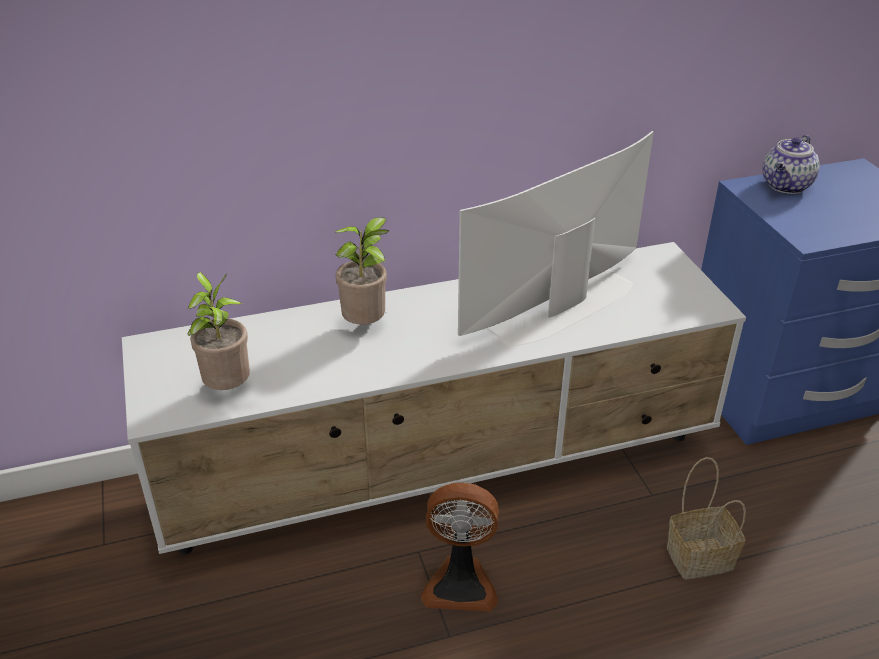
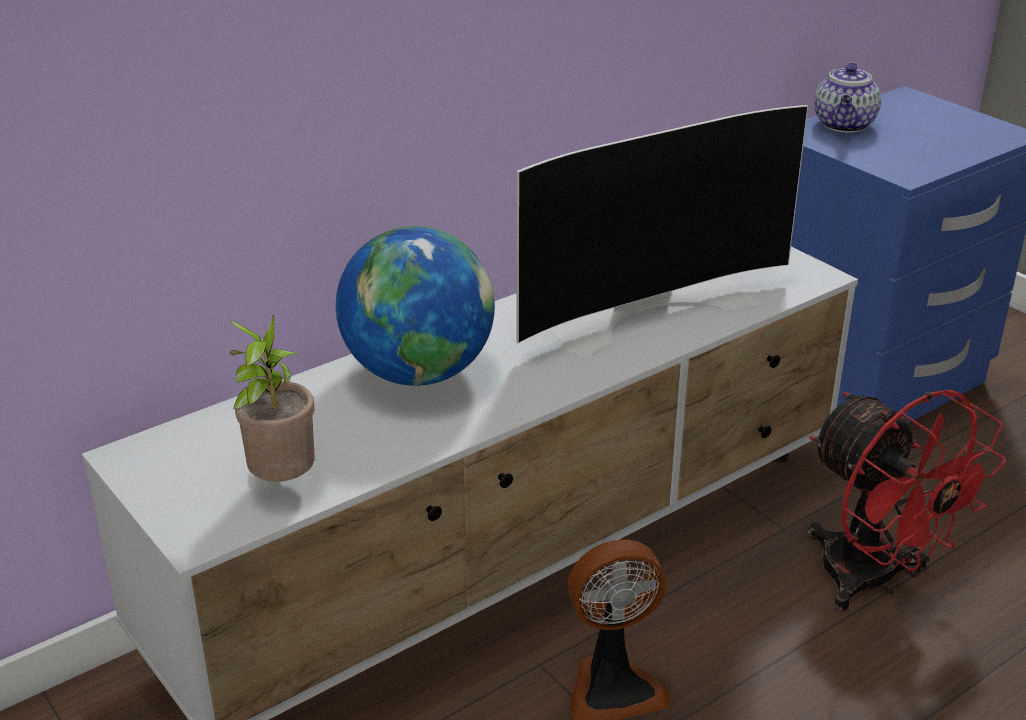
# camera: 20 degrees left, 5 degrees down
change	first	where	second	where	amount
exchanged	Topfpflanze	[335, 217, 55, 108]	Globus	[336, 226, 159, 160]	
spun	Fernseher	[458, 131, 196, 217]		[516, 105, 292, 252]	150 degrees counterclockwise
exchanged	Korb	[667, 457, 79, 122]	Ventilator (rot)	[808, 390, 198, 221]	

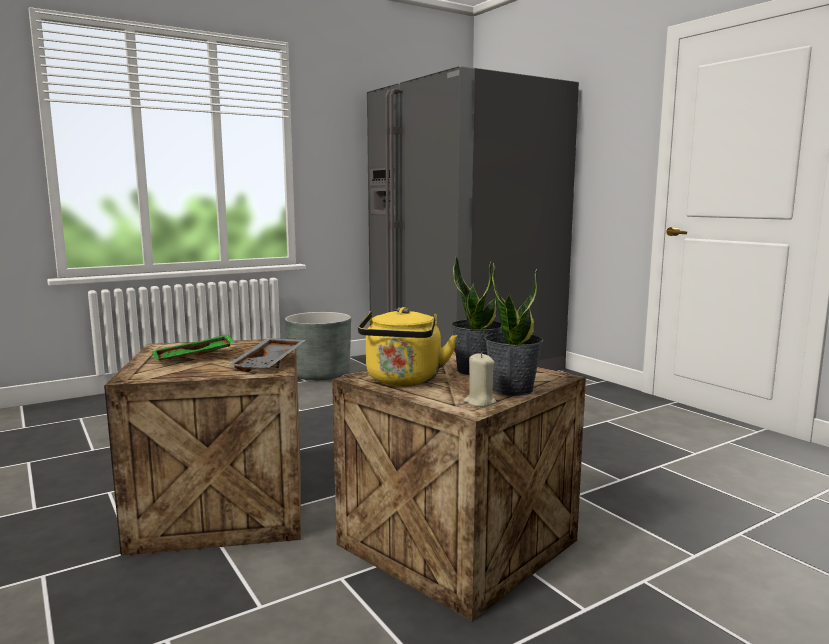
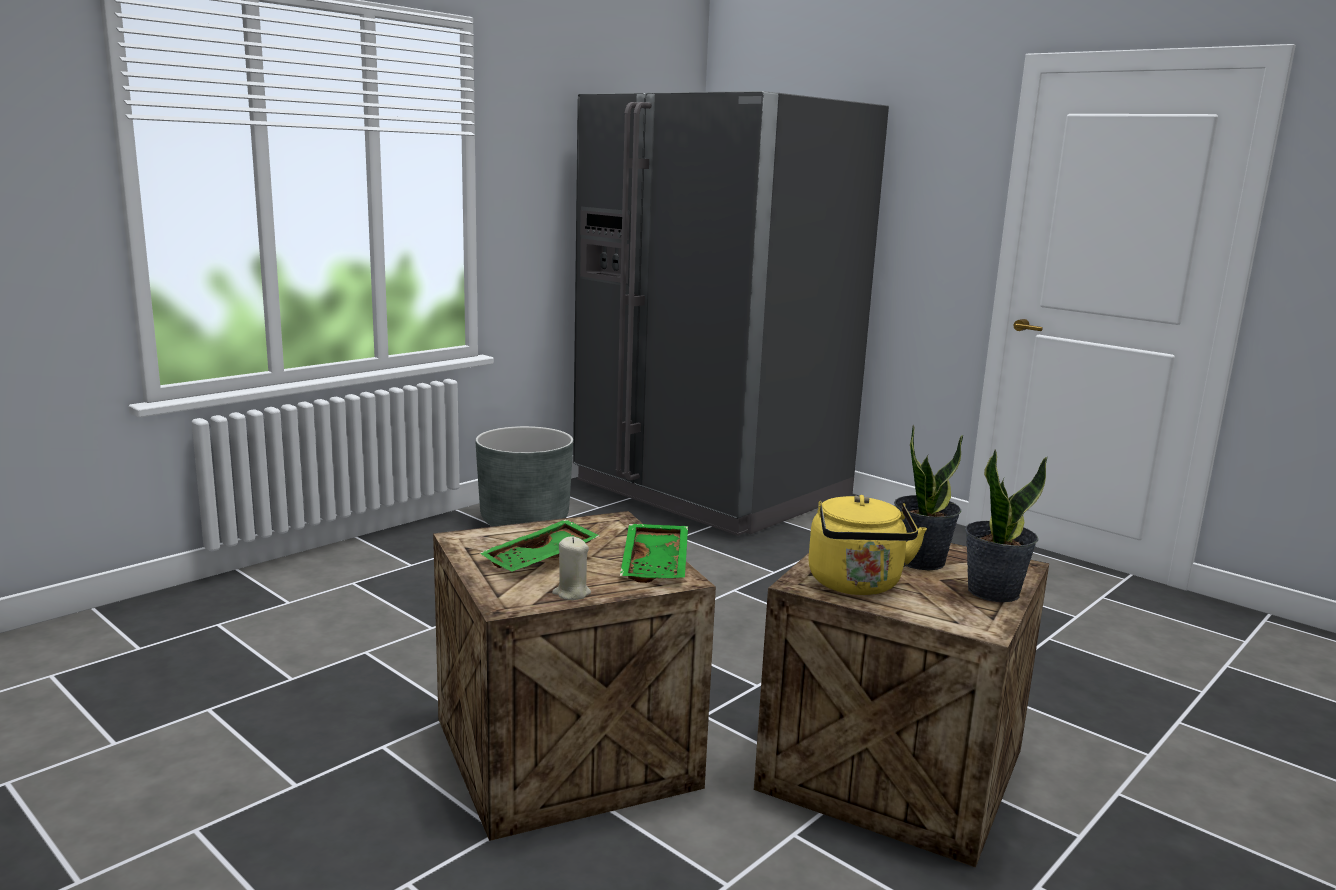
# camera: 15 degrees left, 5 degrees up
change	first	where	second	where	amount
colour	Tablett (grau)	[227, 338, 79, 34]	Tablett (grün)	[620, 524, 68, 59]	
relocated	Kerze (beige)	[463, 353, 34, 54]		[552, 536, 39, 64]	

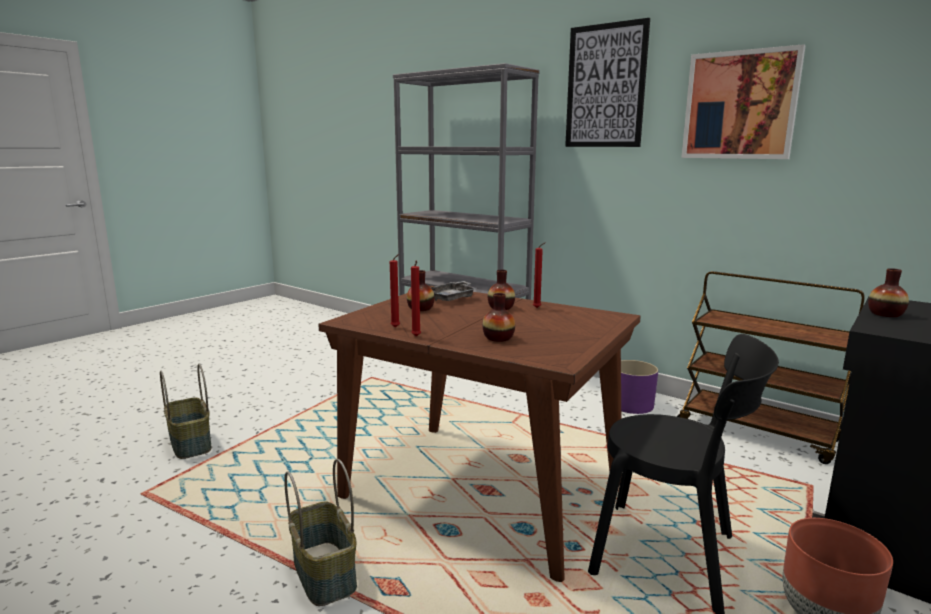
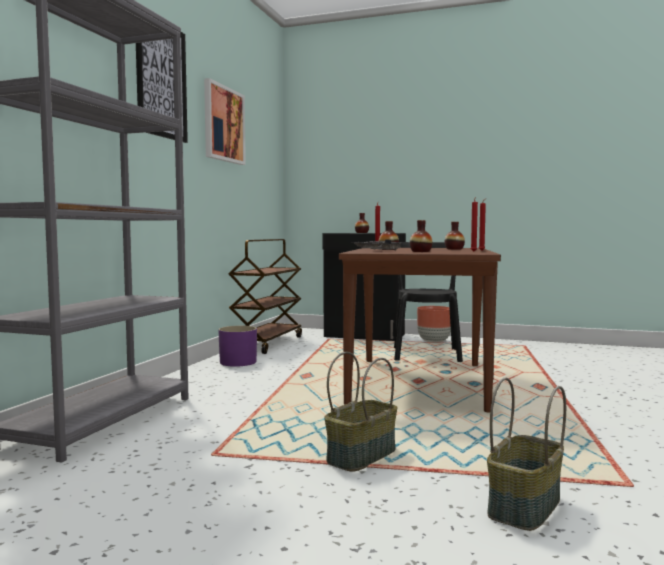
# camera: 110 degrees left, 10 degrees down
change	first	where	second	where	amount
relocated	Korb	[284, 459, 73, 147]		[324, 352, 74, 120]	

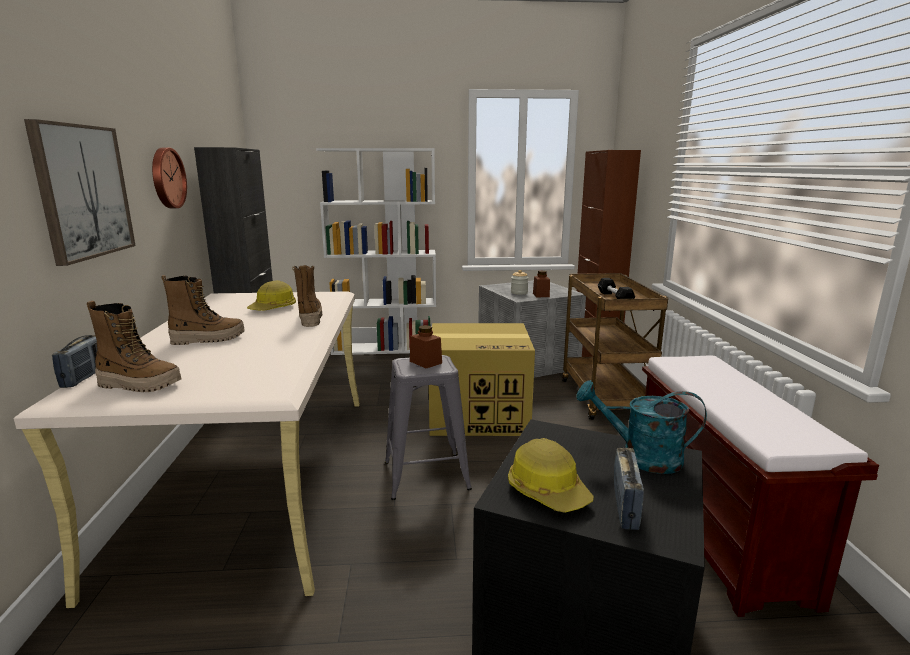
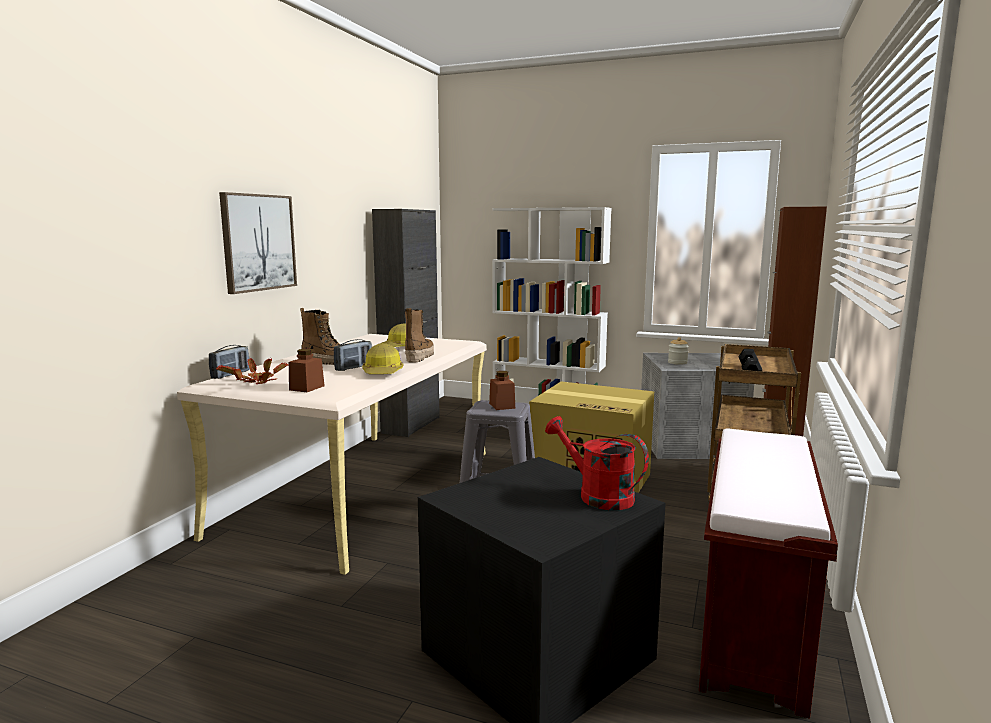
# camera: 25 degrees right, 5 degrees down
change	first	where	second	where	amount
exchanged	Stiefel	[87, 301, 95, 91]	Topfpflanze	[216, 358, 73, 26]	
missing	Wanduhr	[152, 148, 35, 60]			
relocated	Schutzhelm	[508, 438, 85, 75]		[362, 343, 41, 31]	
relocated	Vorratsglas (braun)	[533, 271, 17, 26]		[289, 349, 36, 43]	
colour	Gießkanne (türkis)	[576, 380, 131, 94]	Gießkanne (rot)	[545, 416, 104, 94]	
relocated	Radio	[614, 448, 30, 82]		[334, 339, 38, 32]	

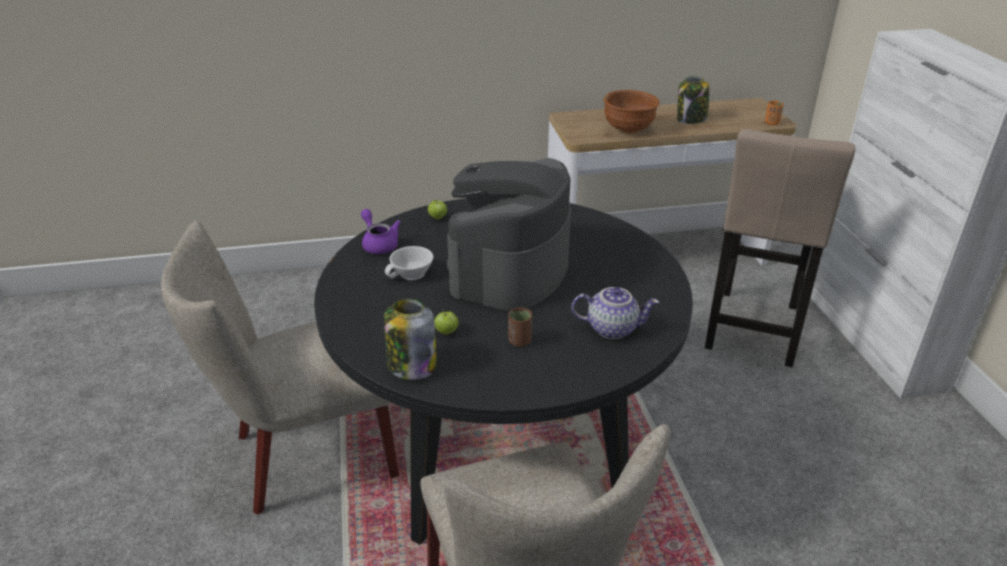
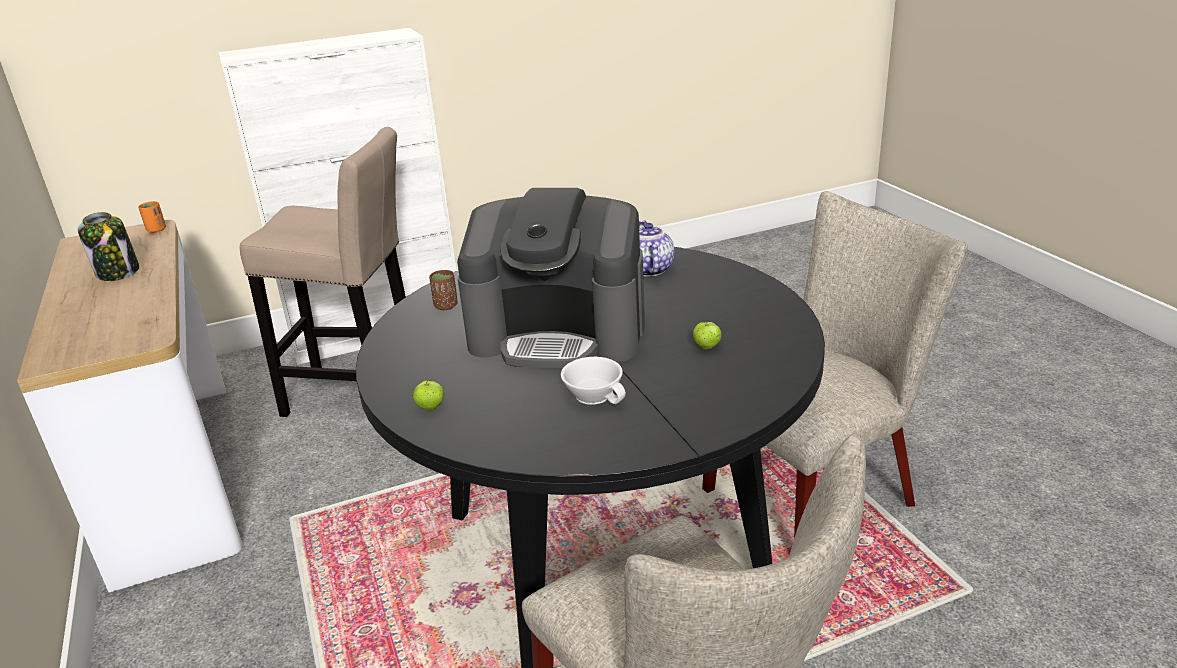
# camera: 100 degrees left, 5 degrees down
change	first	where	second	where	amount
missing	Teekanne (lila)	[361, 209, 40, 45]			
missing	Vorratsglas	[384, 299, 53, 81]			
relocated	Tasse (braun)	[508, 307, 24, 40]		[429, 270, 29, 40]	
missing	Schüssel (braun)	[603, 90, 57, 44]			

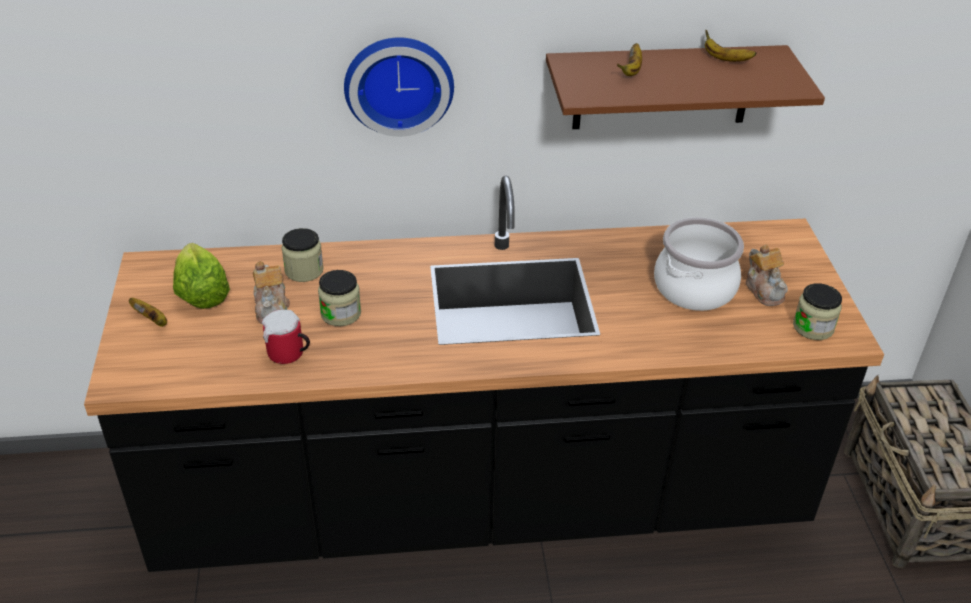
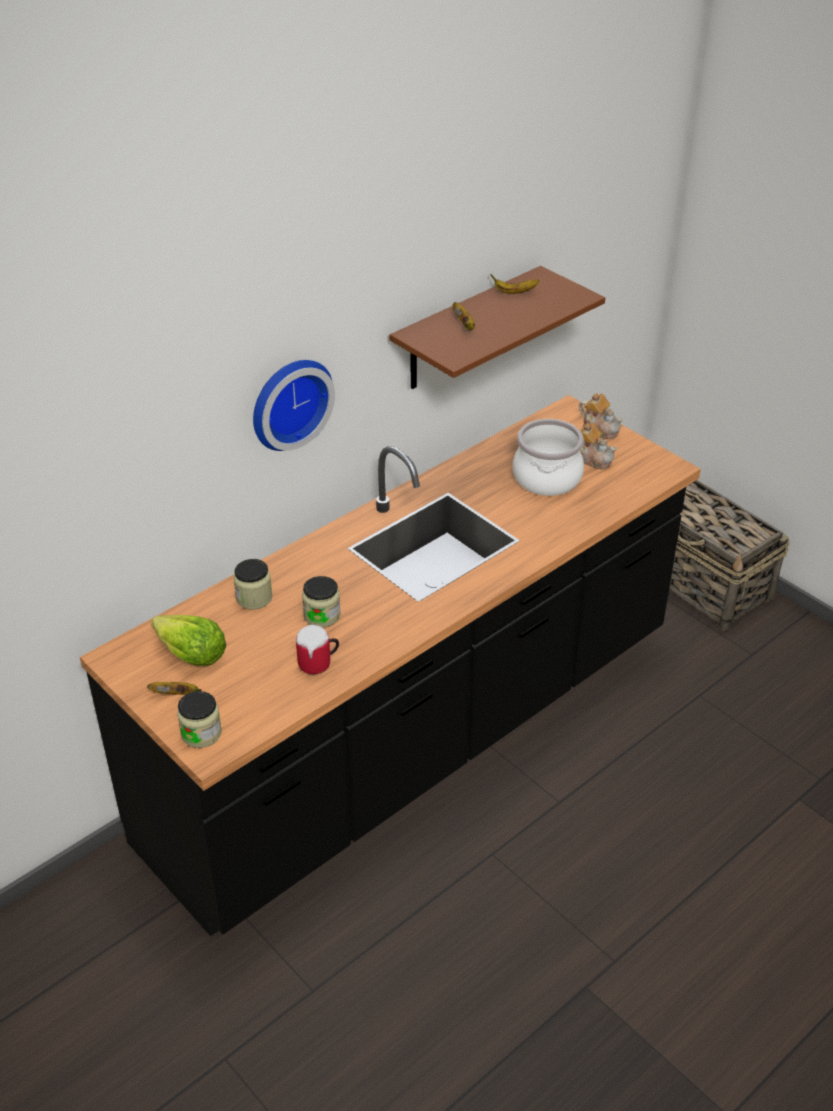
# camera: 35 degrees left, 0 degrees up
change	first	where	second	where	amount
relocated	Teekanne	[253, 261, 37, 64]		[579, 393, 44, 46]	
relocated	Vorratsglas	[793, 283, 49, 57]		[177, 691, 45, 57]	

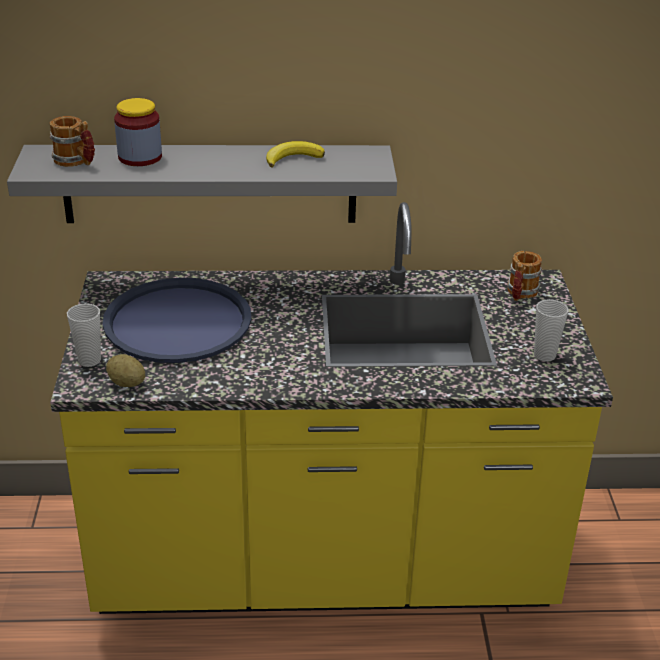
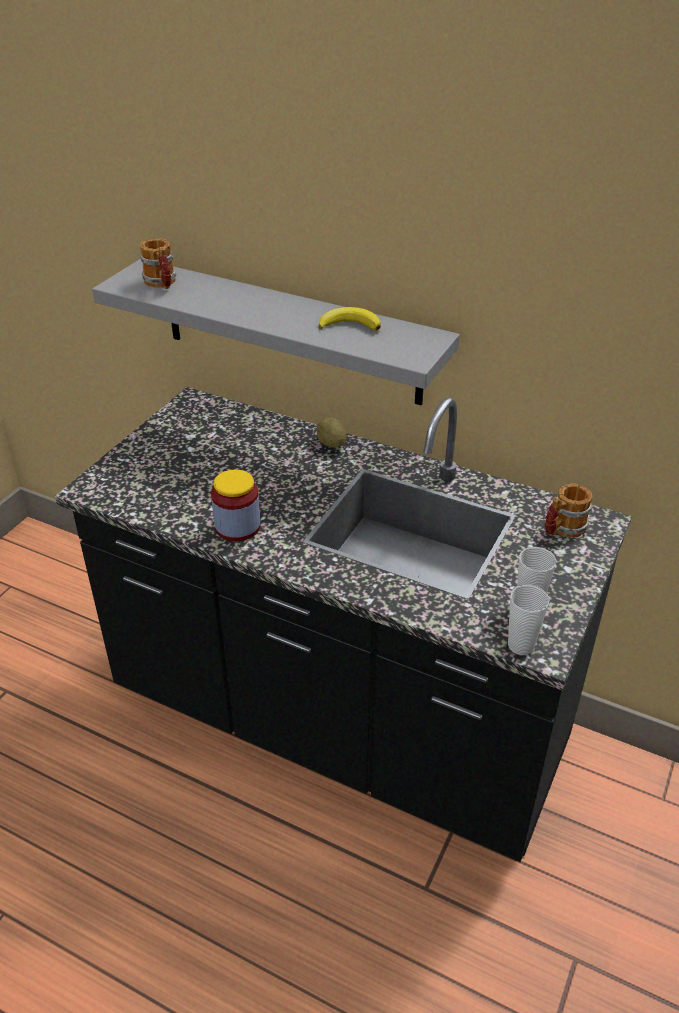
# camera: 30 degrees right, 5 degrees up
change	first	where	second	where	amount
colour	Küchenzeile (gelb)	[50, 202, 563, 412]	Küchenzeile (schwarz)	[55, 387, 577, 475]	
relocated	Tasse	[67, 303, 34, 64]		[508, 585, 42, 70]	
missing	Tablett (blau)	[103, 278, 148, 85]			
relocated	Kartoffel	[106, 354, 39, 33]		[317, 417, 29, 31]	
relocated	Vorratsglas	[114, 98, 48, 68]		[211, 469, 50, 72]	

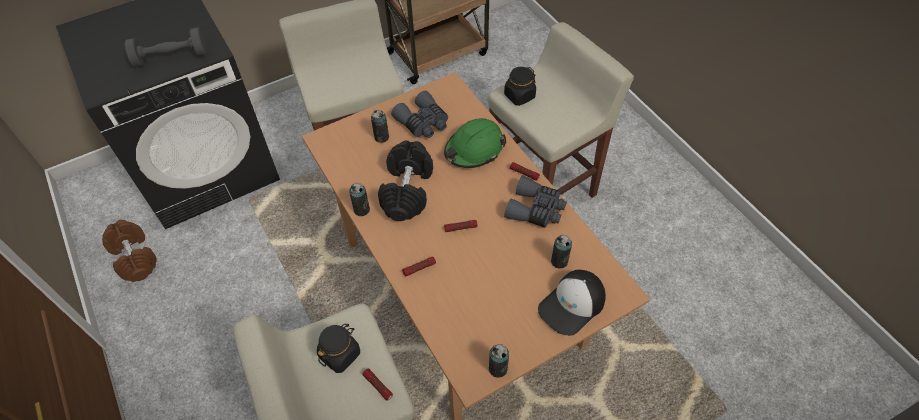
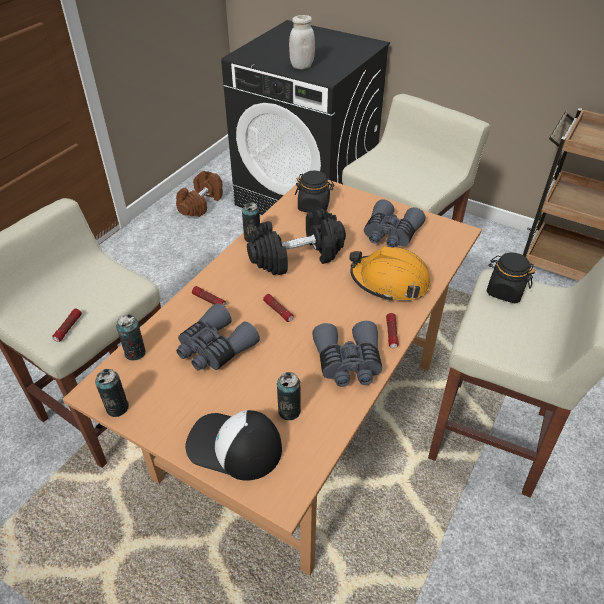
# camera: 60 degrees right, 10 degrees down
change	first	where	second	where	amount
exchanged	Hantel (grau)	[125, 27, 82, 41]	Vorratsglas (weiß)	[289, 15, 26, 54]	
relocated	Vorratsglas (schwarz)	[317, 324, 43, 49]		[295, 170, 39, 43]	
relocated	Dose	[371, 110, 18, 33]		[116, 314, 30, 47]	
colour	Schutzhelm (grün)	[444, 118, 62, 50]	Schutzhelm (orange)	[349, 246, 81, 55]	
appeared			Fernglas (grau)	[176, 303, 84, 68]	

